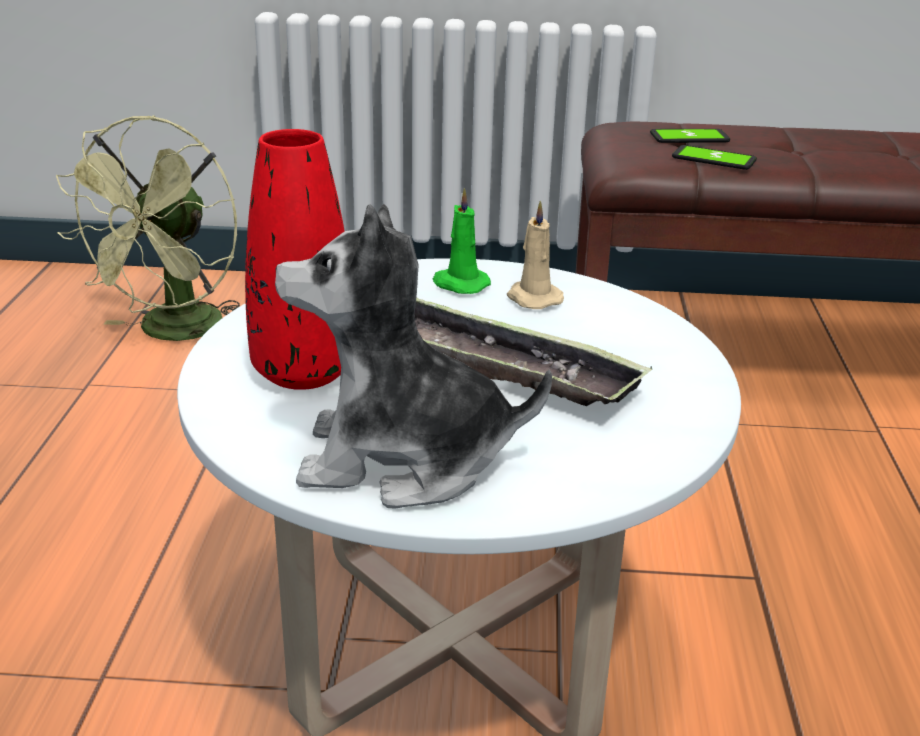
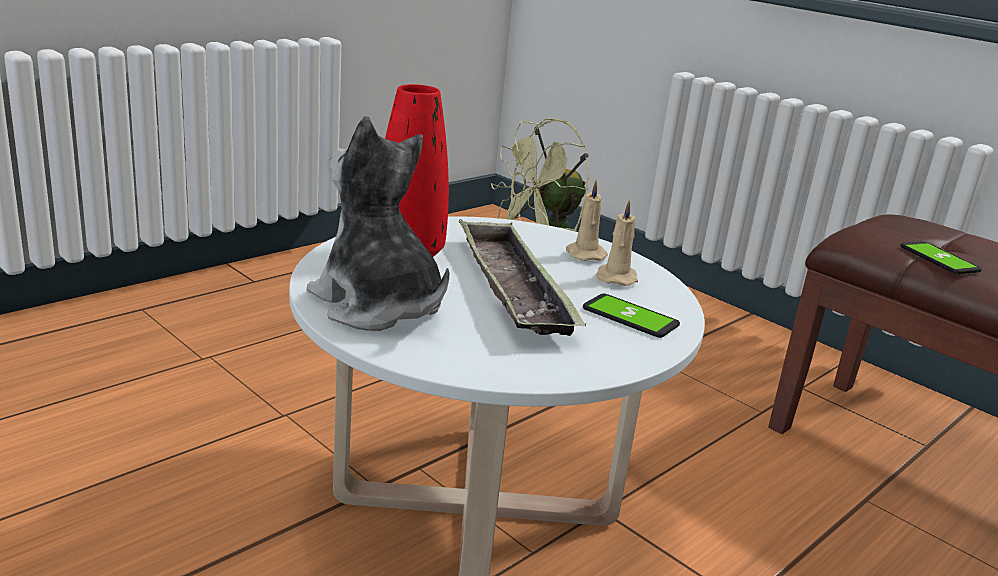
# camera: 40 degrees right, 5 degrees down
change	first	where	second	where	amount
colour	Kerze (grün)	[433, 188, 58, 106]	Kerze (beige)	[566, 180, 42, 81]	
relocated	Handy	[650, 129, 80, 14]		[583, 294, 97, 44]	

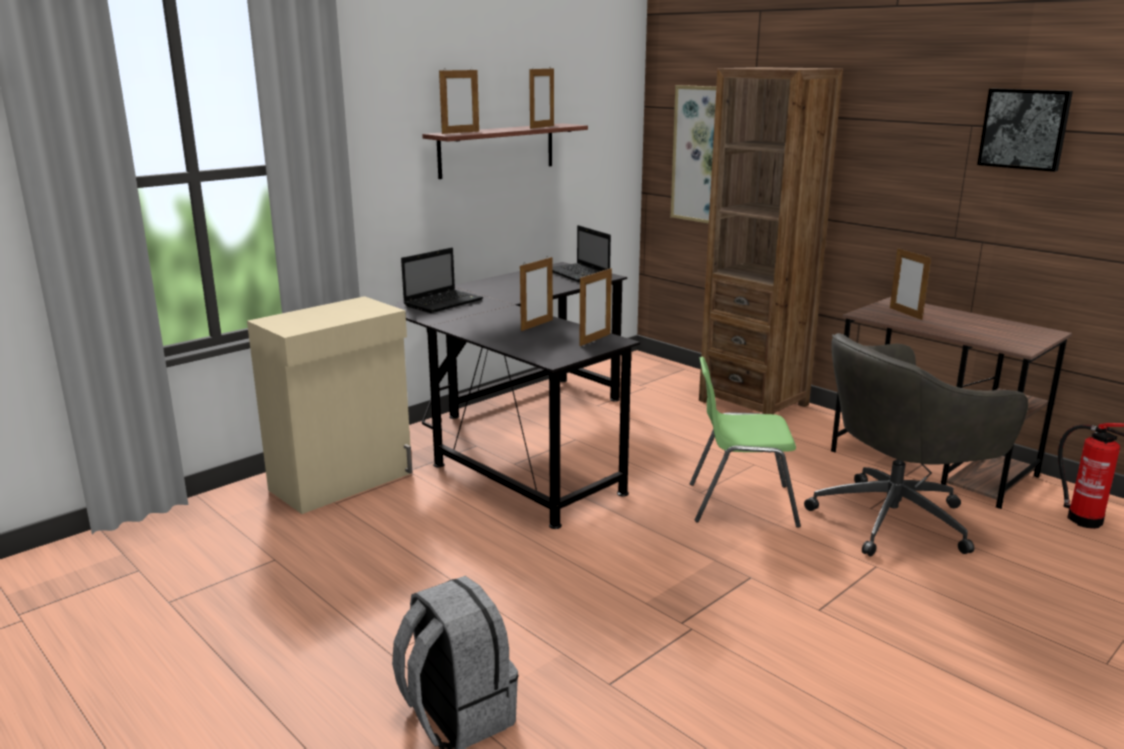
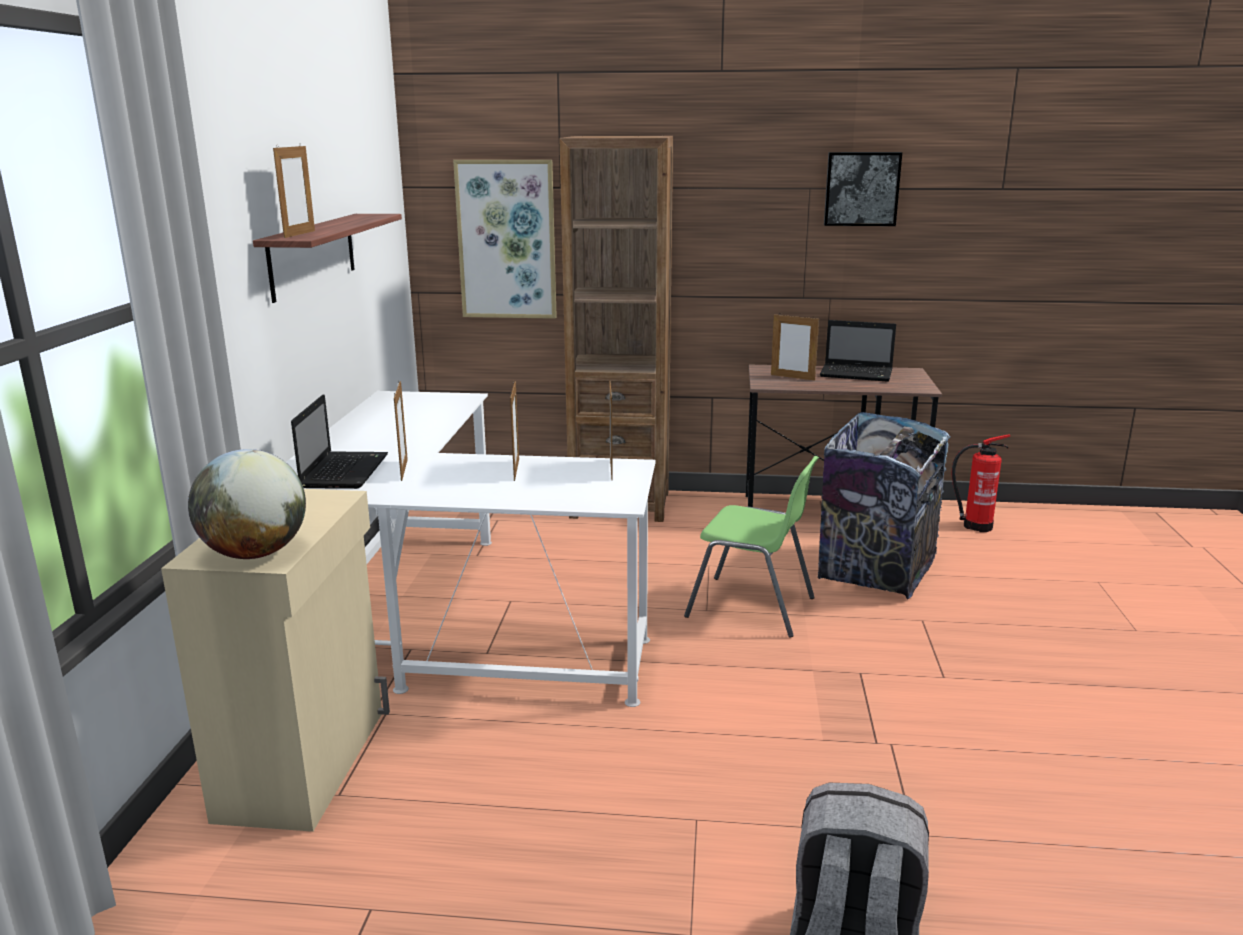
# camera: 40 degrees left, 0 degrees up
change	first	where	second	where	amount
colour	Schreibtisch (schwarz)	[395, 262, 245, 267]	Schreibtisch (weiß)	[286, 391, 370, 316]	
relocated	Bilderrahmen	[529, 67, 25, 62]		[394, 381, 14, 100]	
relocated	Laptop	[553, 225, 58, 57]		[820, 320, 76, 62]	
spun	Stuhl (grün)	[690, 356, 111, 172]		[684, 456, 135, 182]	120 degrees counterclockwise
exchanged	Bürostuhl (grau)	[804, 333, 224, 224]	Mülleimer	[817, 412, 134, 187]	
appeared			Globus	[188, 449, 118, 110]	

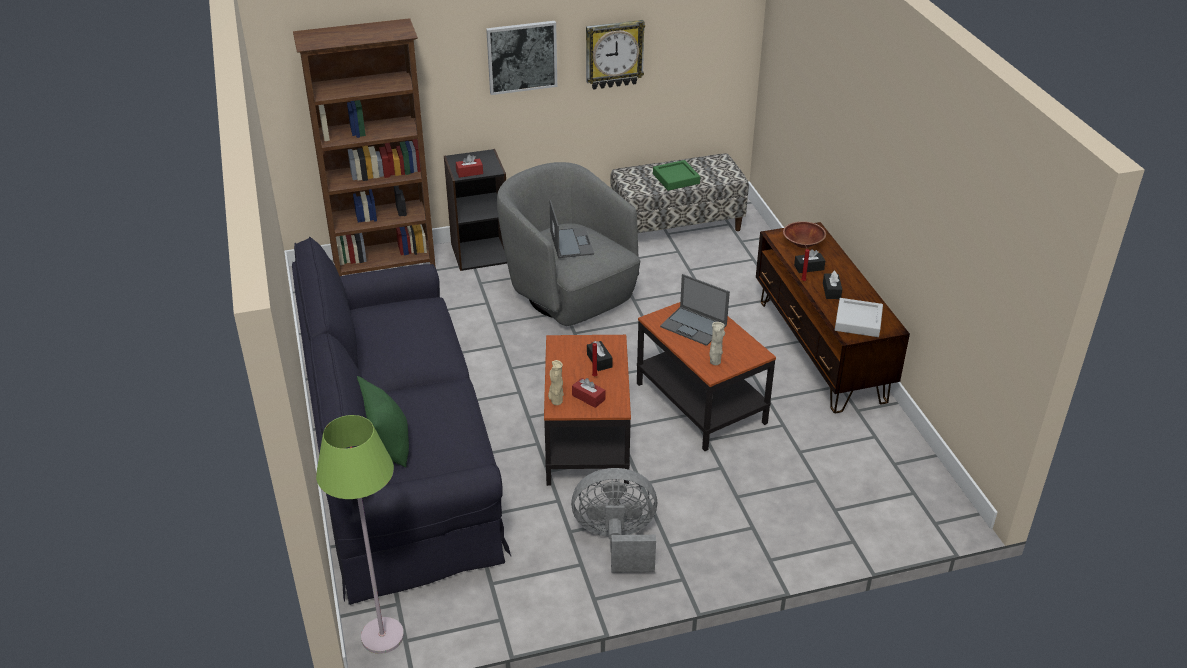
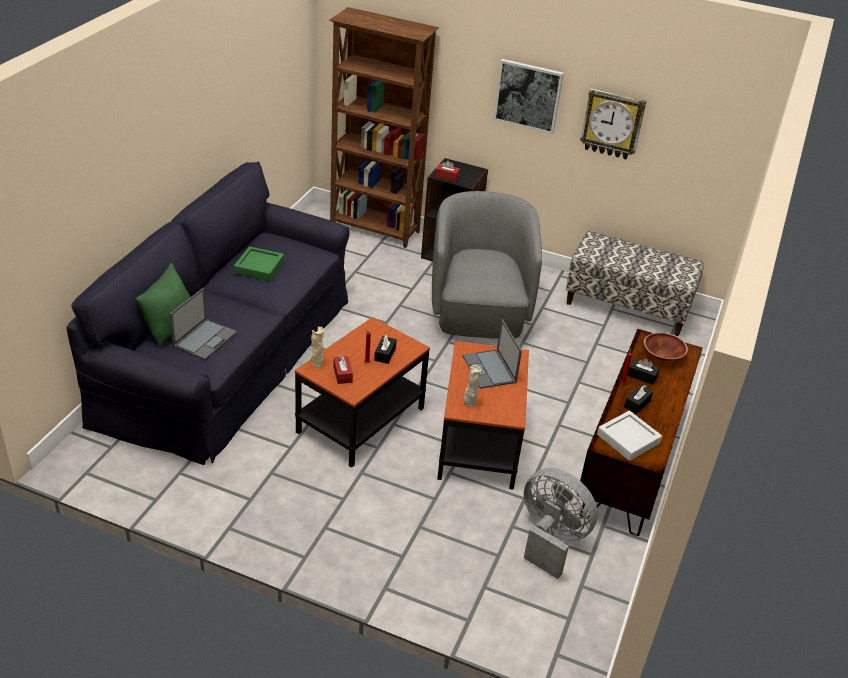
# camera: 35 degrees right, 0 degrees up
change	first	where	second	where	amount
missing	Stehlampe (grün)	[316, 415, 88, 239]			
relocated	Laptop	[550, 200, 44, 58]		[170, 287, 67, 73]	
relocated	Ventilator (grau)	[571, 468, 86, 105]		[524, 468, 74, 111]	
relocated	Tablett (grün)	[653, 160, 47, 31]		[234, 246, 50, 35]	

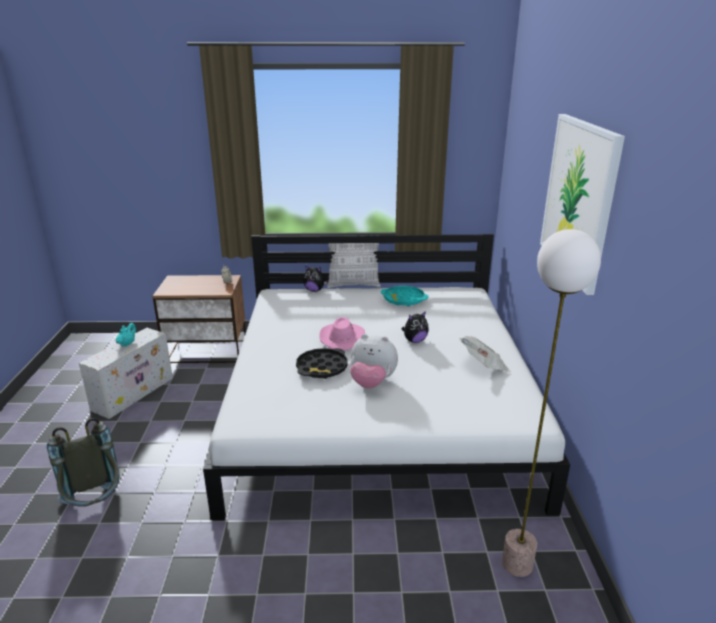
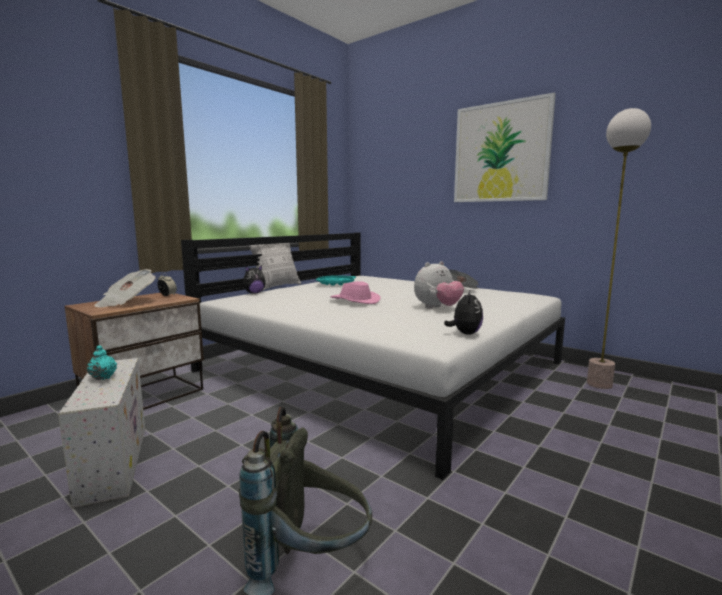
# camera: 50 degrees left, 15 degrees down
change	first	where	second	where	amount
missing	Tablett (schwarz)	[296, 348, 51, 31]			
relocated	Plüschtier	[402, 311, 27, 32]		[444, 289, 39, 46]	
appeared			Zeitung	[94, 269, 61, 38]	

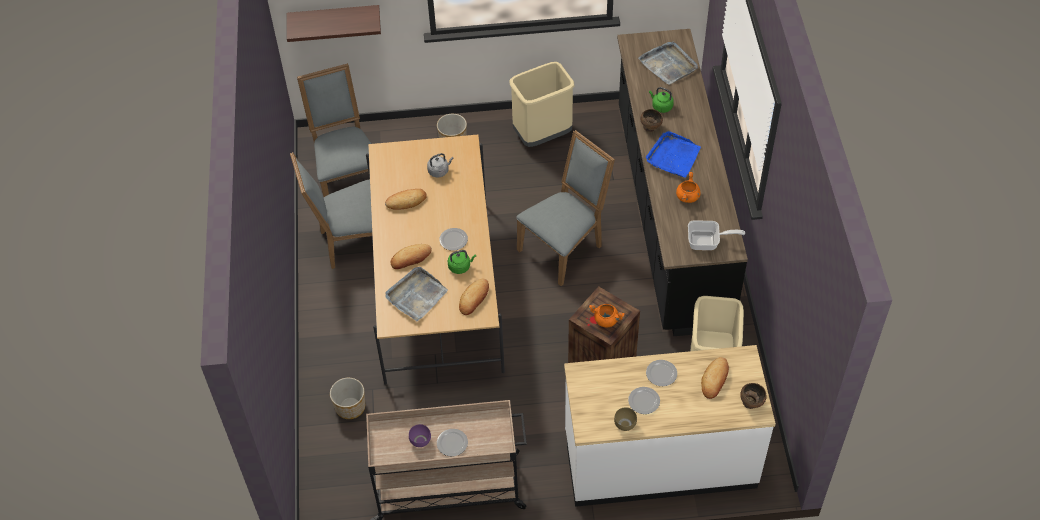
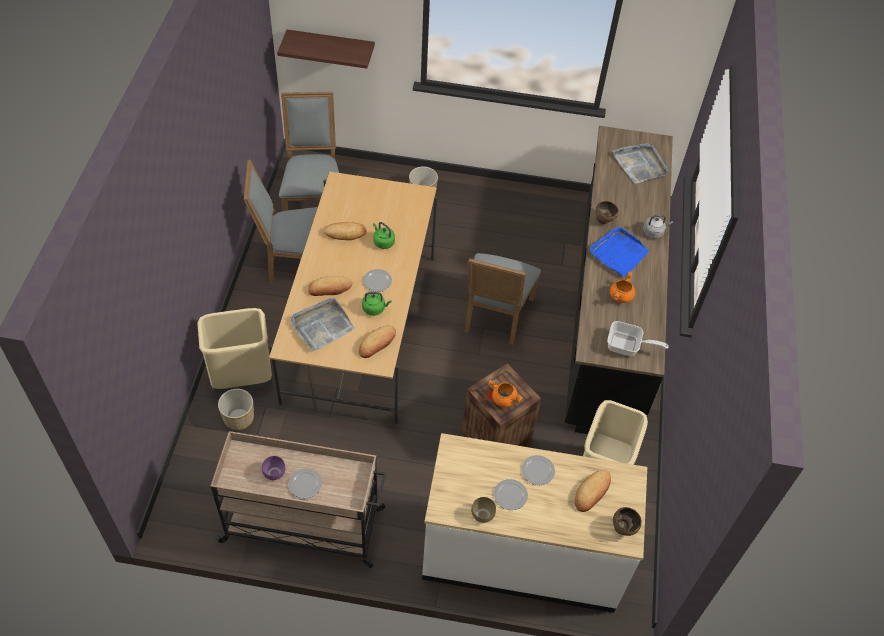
# camera: 10 degrees right, 0 degrees up
change	first	where	second	where	amount
relocated	Wasserkessel (grau)	[427, 153, 27, 24]		[643, 214, 30, 24]	
relocated	Mülleimer (beige)	[510, 62, 64, 85]		[197, 308, 76, 85]	
spun	Stuhl (grau)	[517, 130, 98, 156]		[464, 253, 77, 92]	135 degrees clockwise
relocated	Wasserkessel (grün)	[649, 87, 25, 26]		[373, 222, 22, 27]	

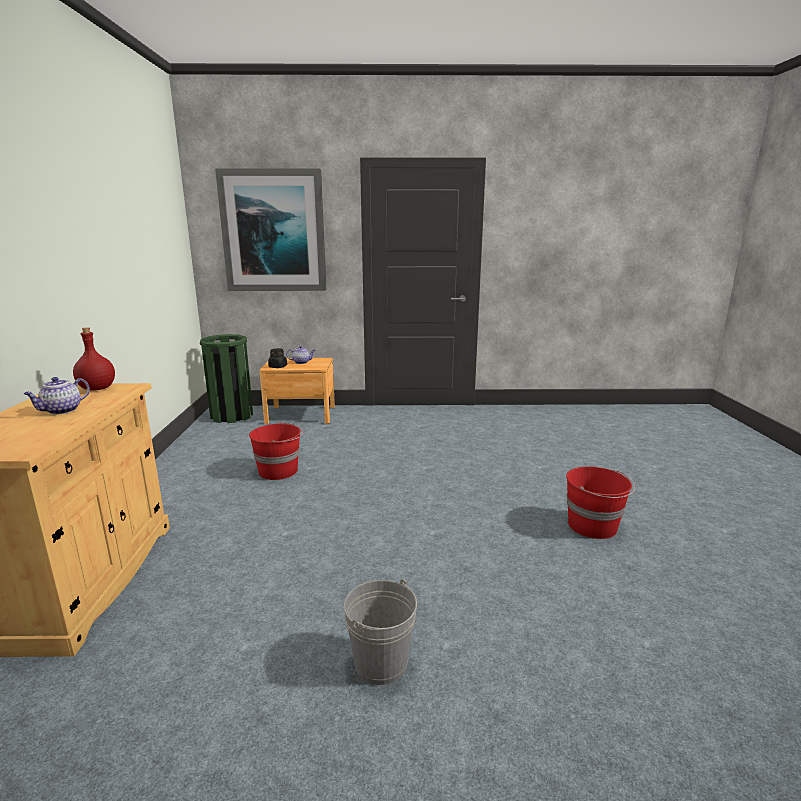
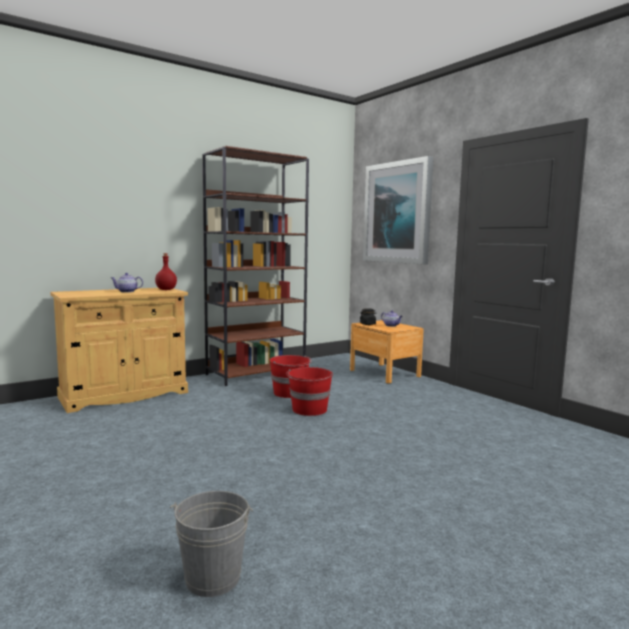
# camera: 55 degrees right, 10 degrees down
change	first	where	second	where	amount
missing	Mülleimer (grün)	[200, 334, 53, 89]			
relocated	Eimer (grau)	[344, 579, 73, 106]		[170, 491, 83, 106]	
relocated	Eimer (rot)	[566, 466, 69, 73]		[286, 367, 47, 49]	
appeared			Bücherregal (braun)	[202, 146, 107, 240]	

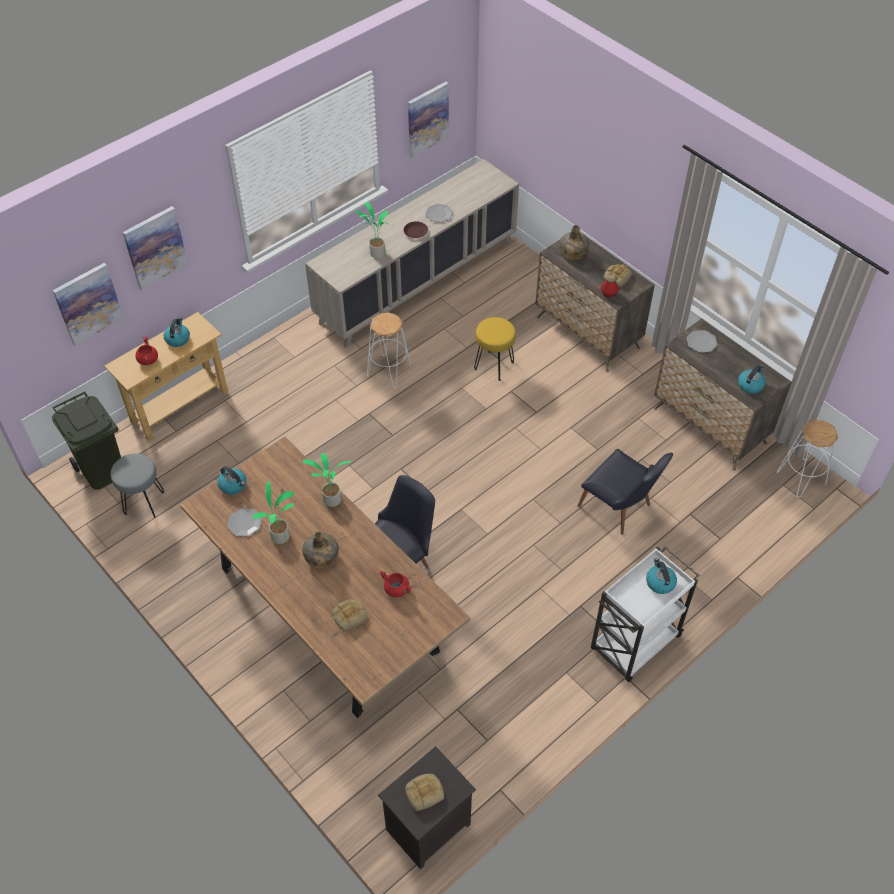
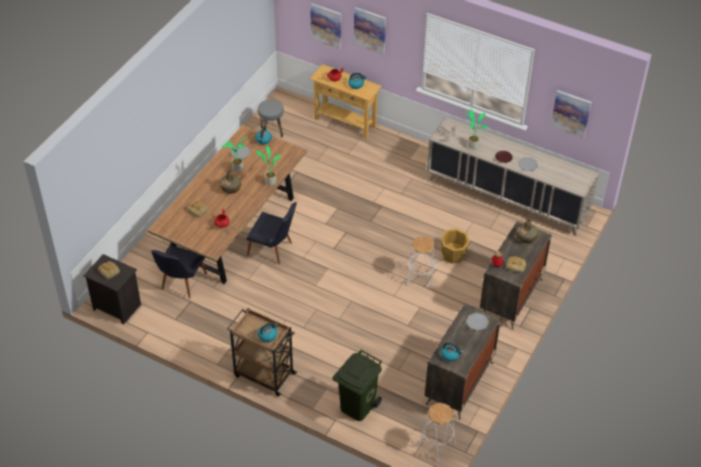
# camera: 70 degrees right, 5 degrees down
change	first	where	second	where	amount
relocated	Mülleimer (grün)	[52, 391, 69, 99]		[333, 350, 49, 71]	
relocated	Hocker (weiß)	[367, 313, 44, 75]		[407, 236, 29, 52]	
exchanged	Hocker (gelb)	[474, 317, 42, 64]	Eimer (orange)	[441, 228, 29, 36]	
relocated	Stuhl (schwarz)	[578, 449, 95, 86]		[151, 245, 56, 54]	
colour	Rollwagen (weiß)	[591, 546, 108, 136]	Rollwagen (braun)	[227, 308, 70, 89]	

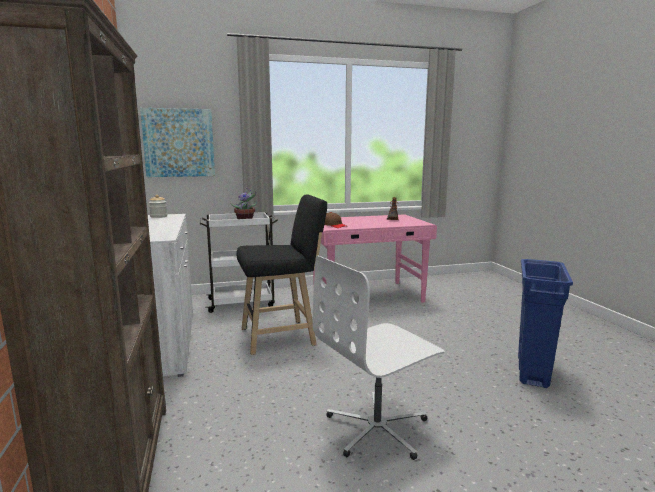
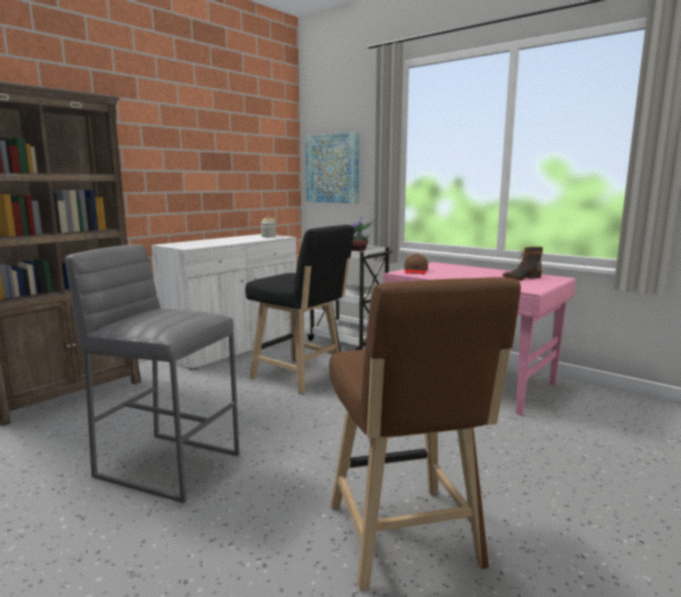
# camera: 55 degrees right, 0 degrees up
change	first	where	second	where	amount
exchanged	Bürostuhl (weiß)	[313, 256, 131, 204]	Hocker (grau)	[65, 244, 175, 259]	
exchanged	Mülleimer (blau)	[518, 259, 55, 129]	Hocker (braun)	[329, 277, 192, 314]	

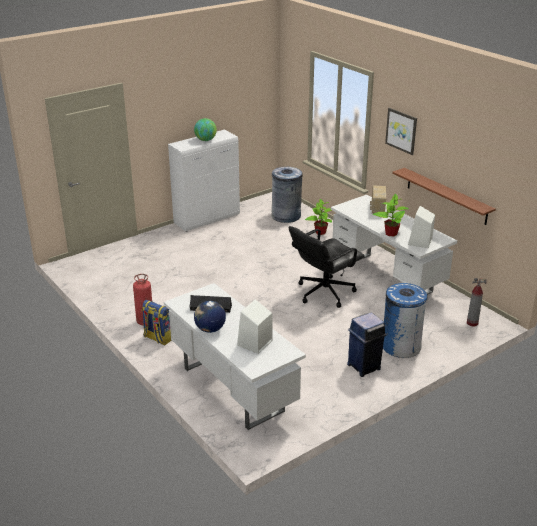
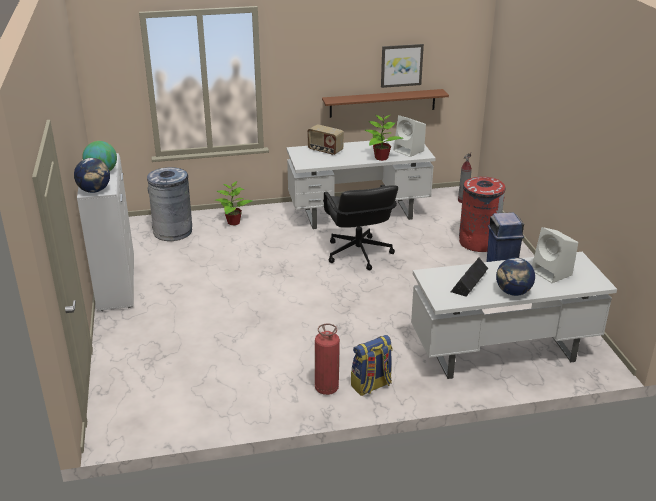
# camera: 65 degrees left, 0 degrees up
change	first	where	second	where	amount
colour	Mülleimer (blau)	[383, 283, 44, 75]	Mülleimer (rot)	[459, 177, 46, 75]	
relocated	Bild	[385, 108, 32, 47]		[381, 44, 43, 44]	
appeared			Globus	[74, 158, 36, 35]	

